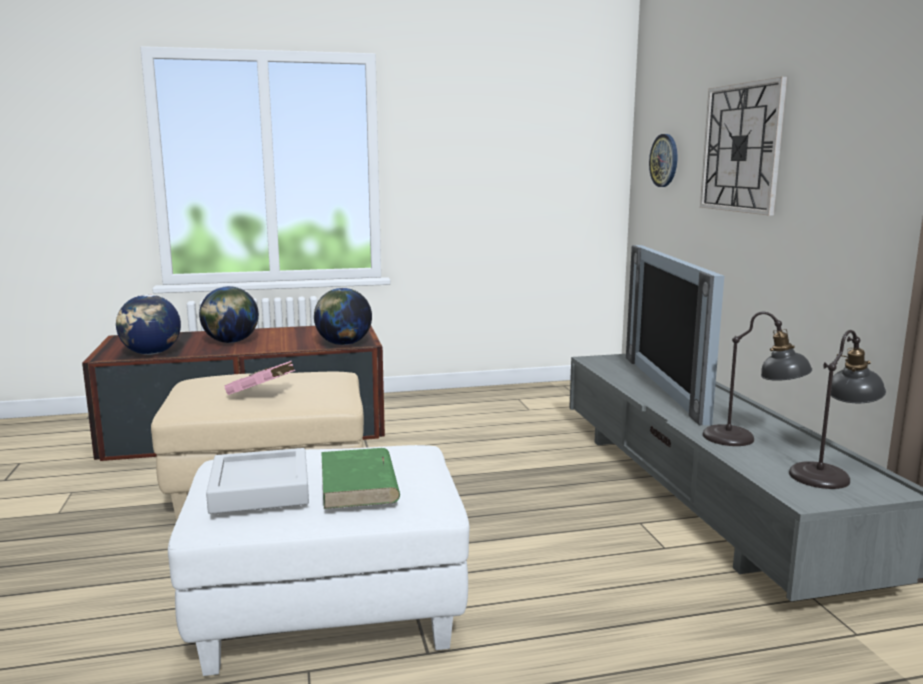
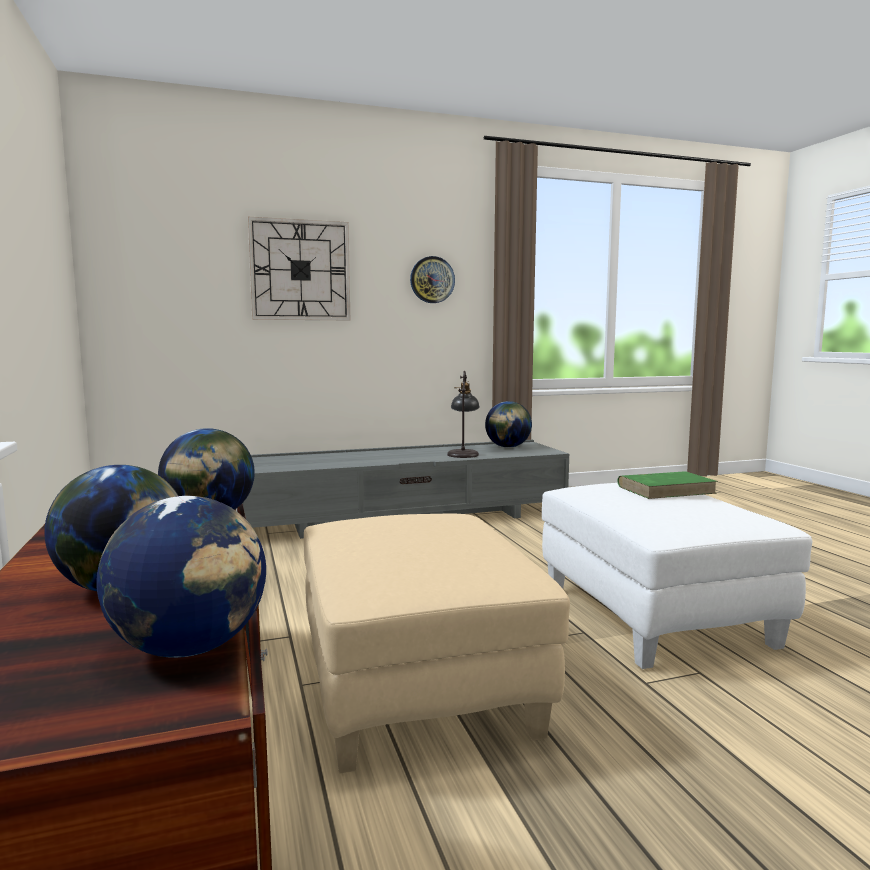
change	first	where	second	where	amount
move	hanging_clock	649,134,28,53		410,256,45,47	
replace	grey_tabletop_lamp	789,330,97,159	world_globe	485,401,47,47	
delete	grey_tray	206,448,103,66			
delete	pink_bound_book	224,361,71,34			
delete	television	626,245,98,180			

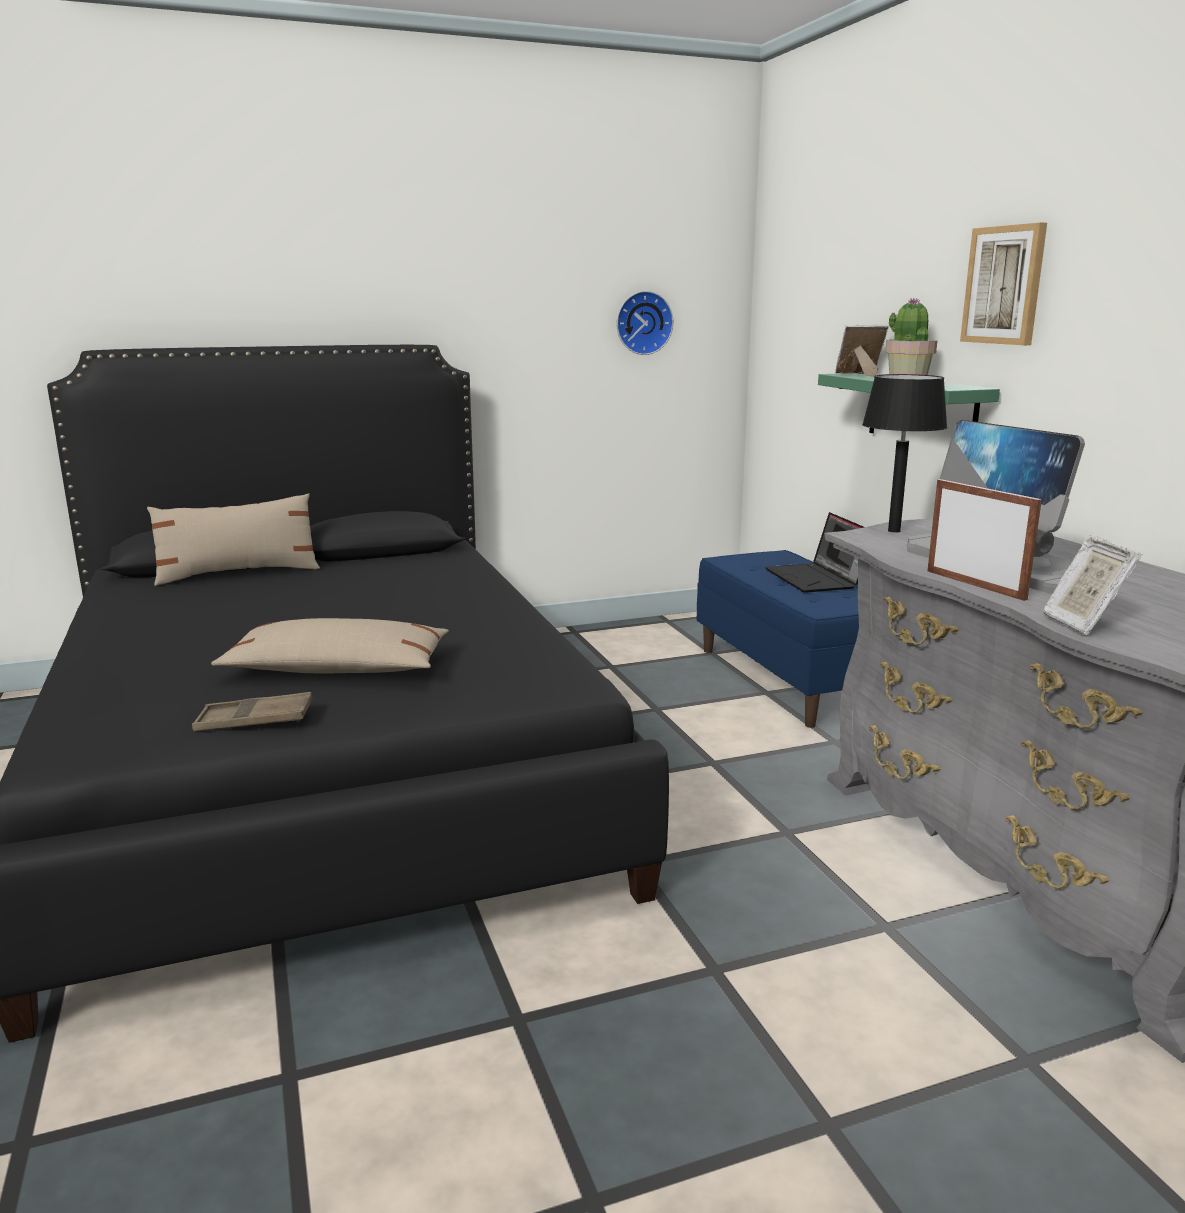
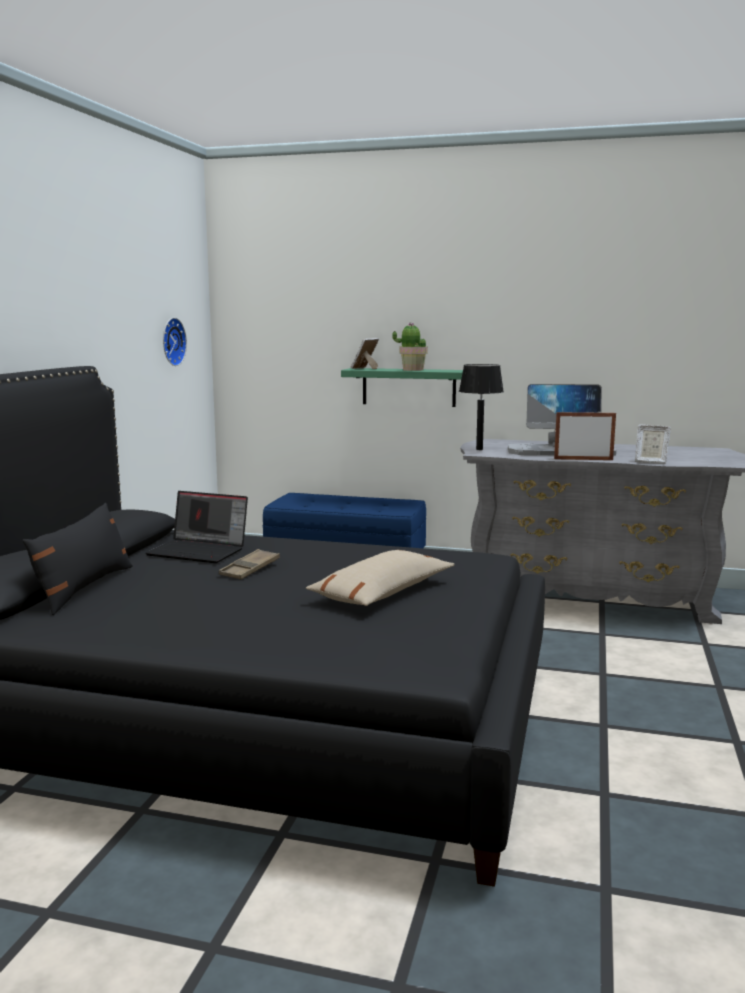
change	first	where	second	where	amount
recolor	beige-coloured_pillow	147,493,173,93	blackish_pillow	23,503,110,112	
move	portable_computer	765,512,99,81		146,491,102,72	
move	brownish_tray	192,692,120,39		219,549,61,31	
delete	wall_art	960,222,87,123			

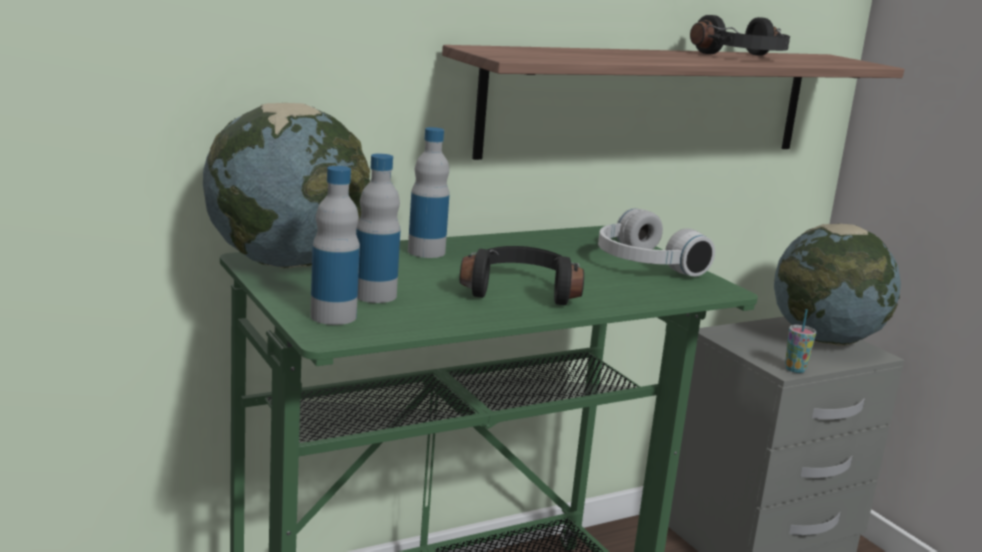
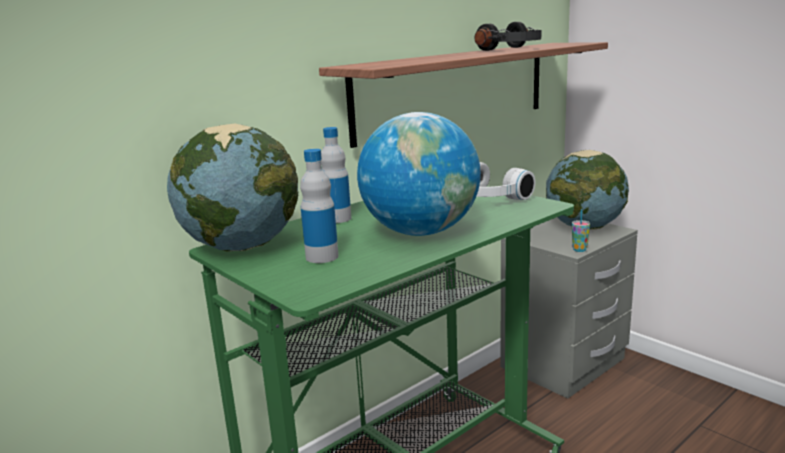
change	first	where	second	where	amount
replace	blackish_headset	460,246,124,59	world_globe	357,112,124,124	
delete	drink_bottle	310,166,50,159			

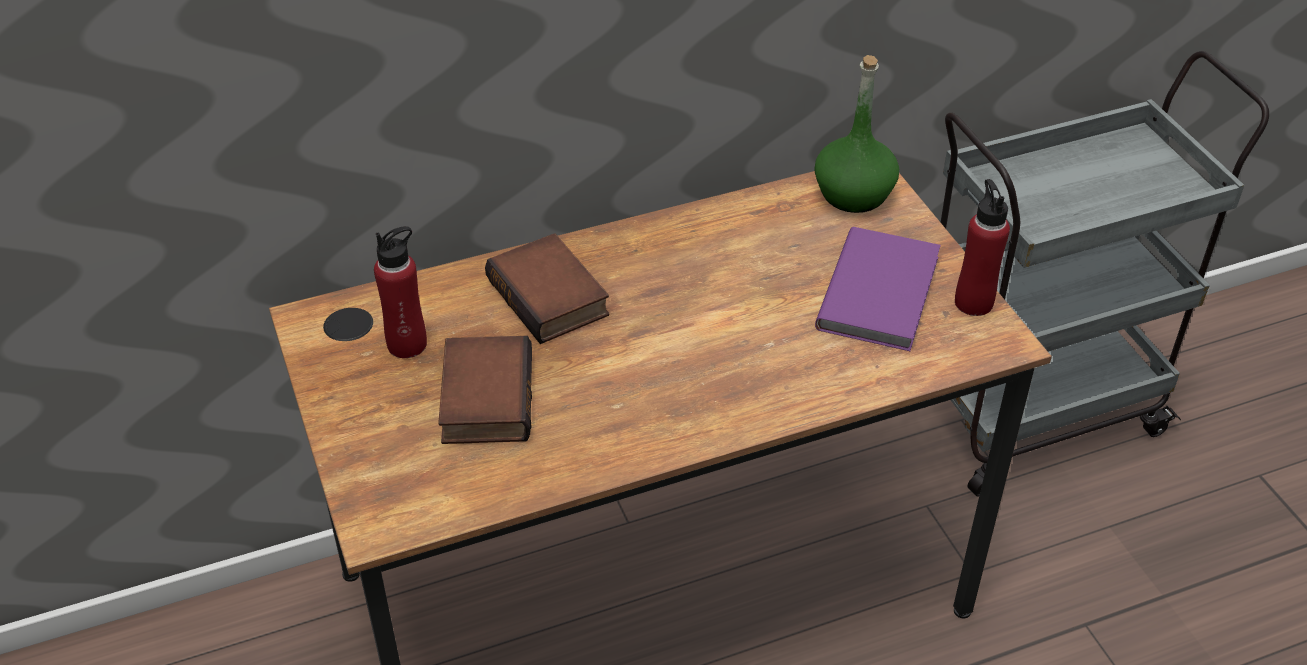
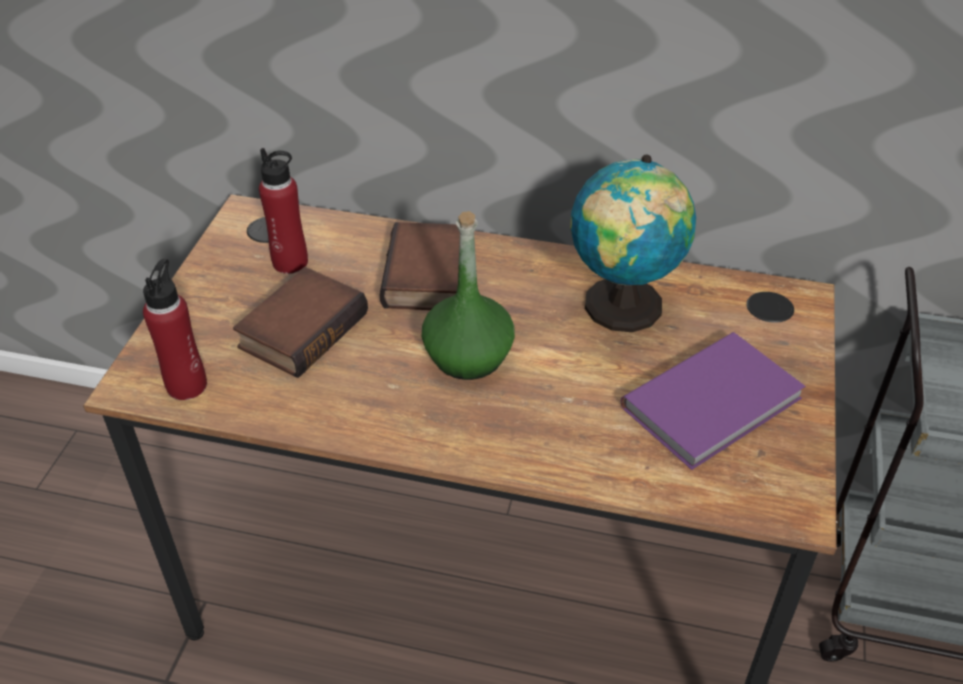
change	first	where	second	where	amount
move	red_drink_bottle	955,179,55,137		143,259,64,141	
move	green_drink_bottle	814,55,85,158		422,211,93,169	
insert			world_globe	570,154,126,178	

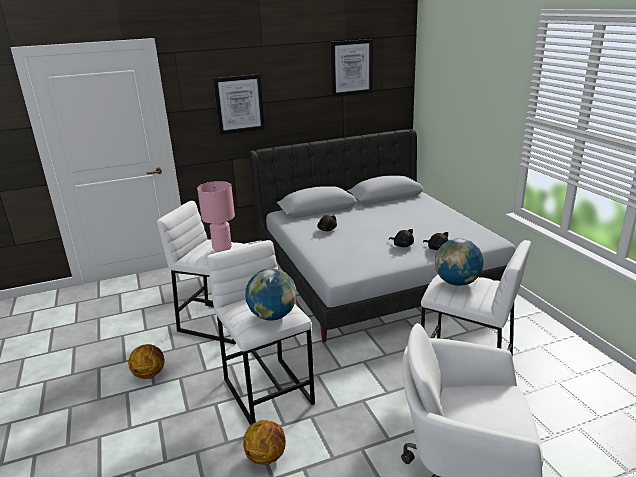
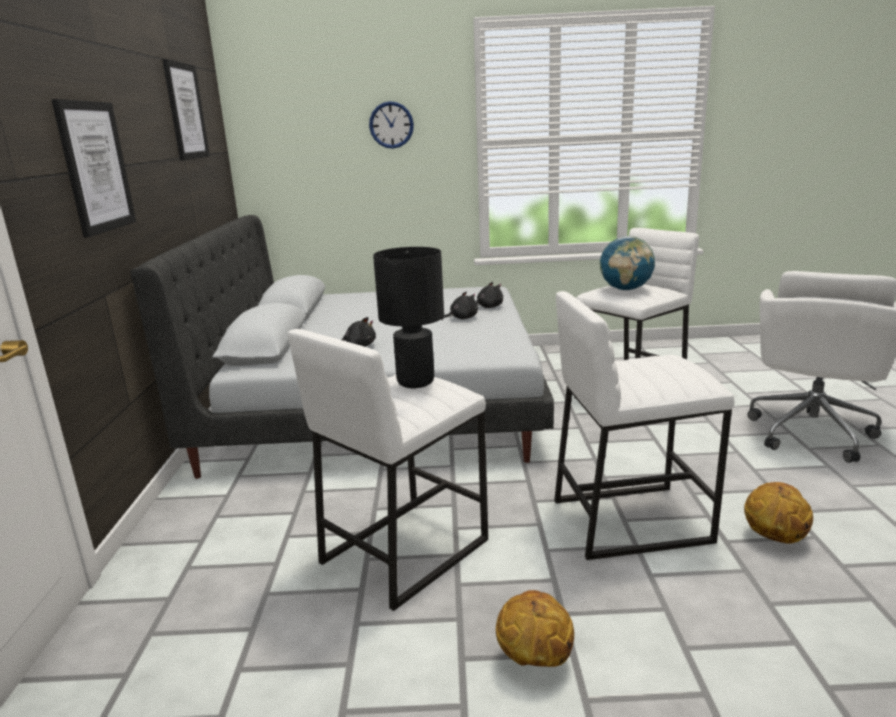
change	first	where	second	where	amount
insert			hanging_clock	369,101,45,48	
recolor	pink_tabletop_lamp	197,181,38,71	blackish_tabletop_lamp	373,247,71,141	
delete	world_globe	246,269,51,52			

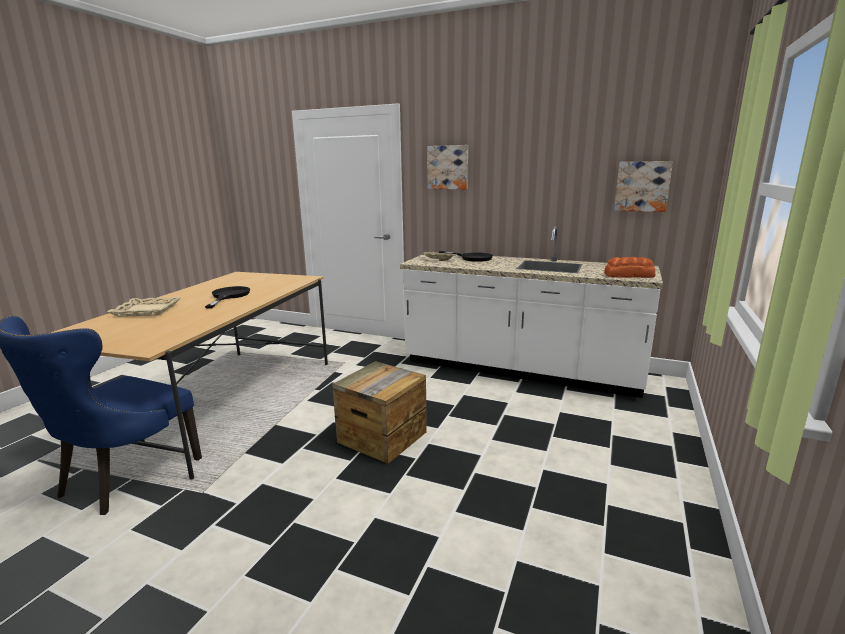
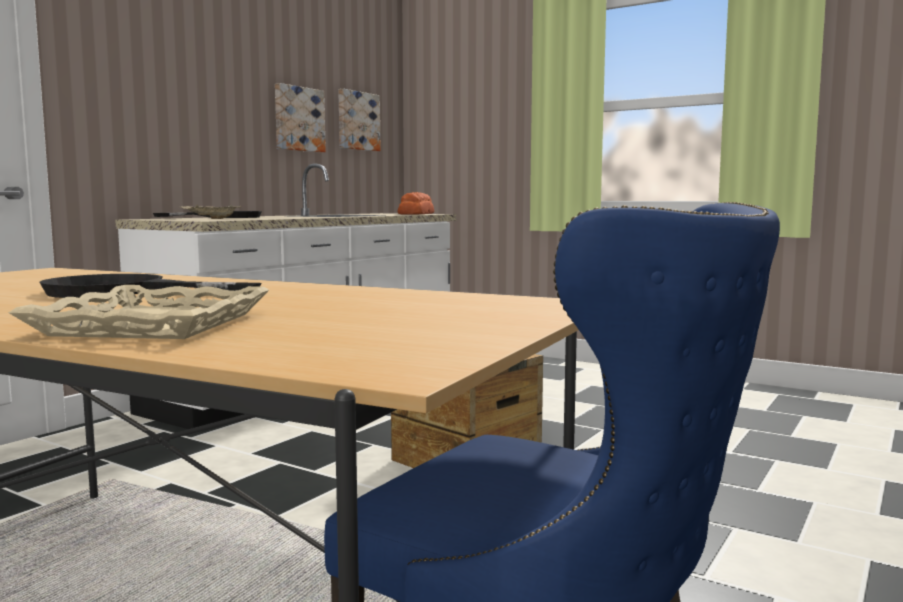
change	first	where	second	where	amount
move	wall_art	427,145,41,44		275,83,51,69	

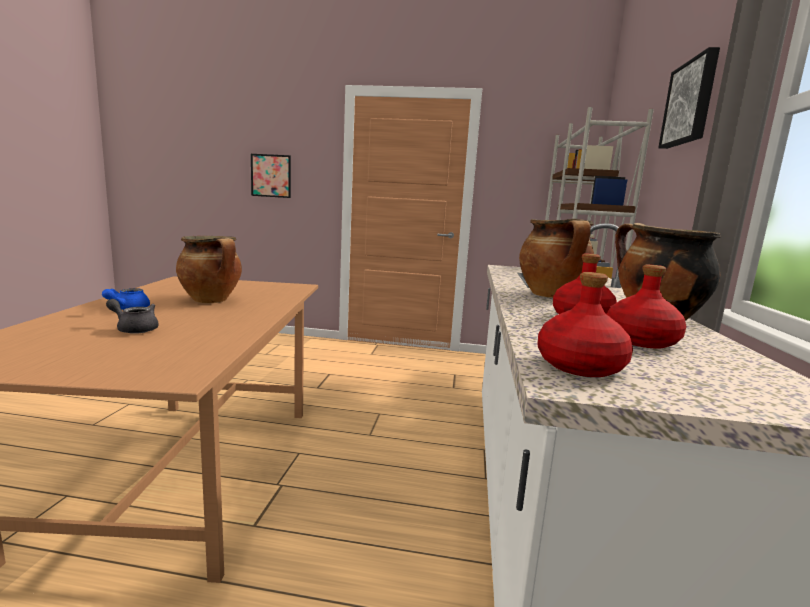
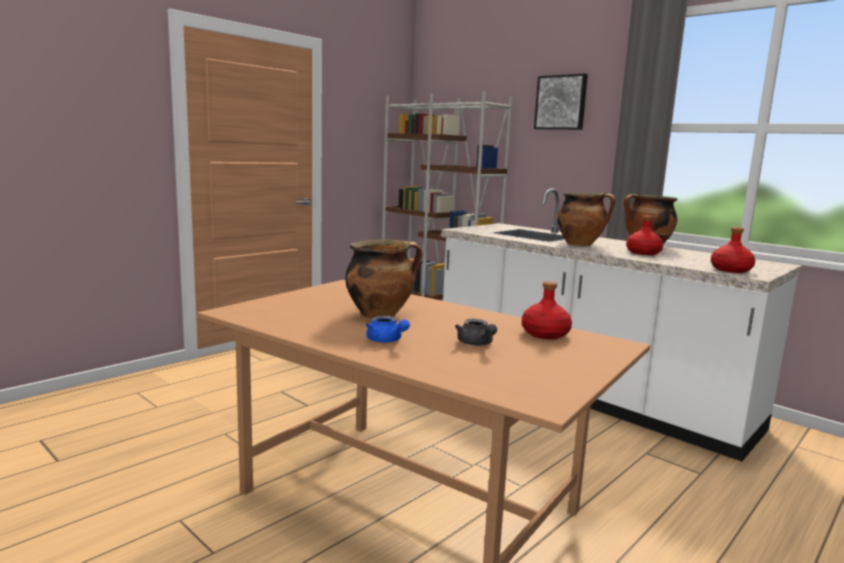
change	first	where	second	where	amount
rotate	grey_teapot	106,299,53,35		455,319,42,27	75 degrees counterclockwise
move	red_drink_bottle	607,264,79,85		522,281,50,58	
delete	wall_art	251,154,40,44			

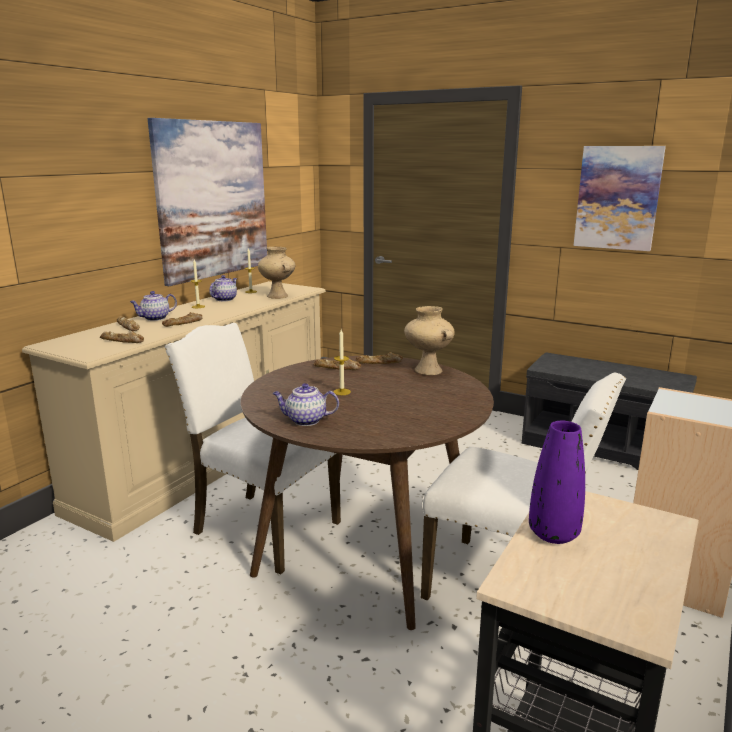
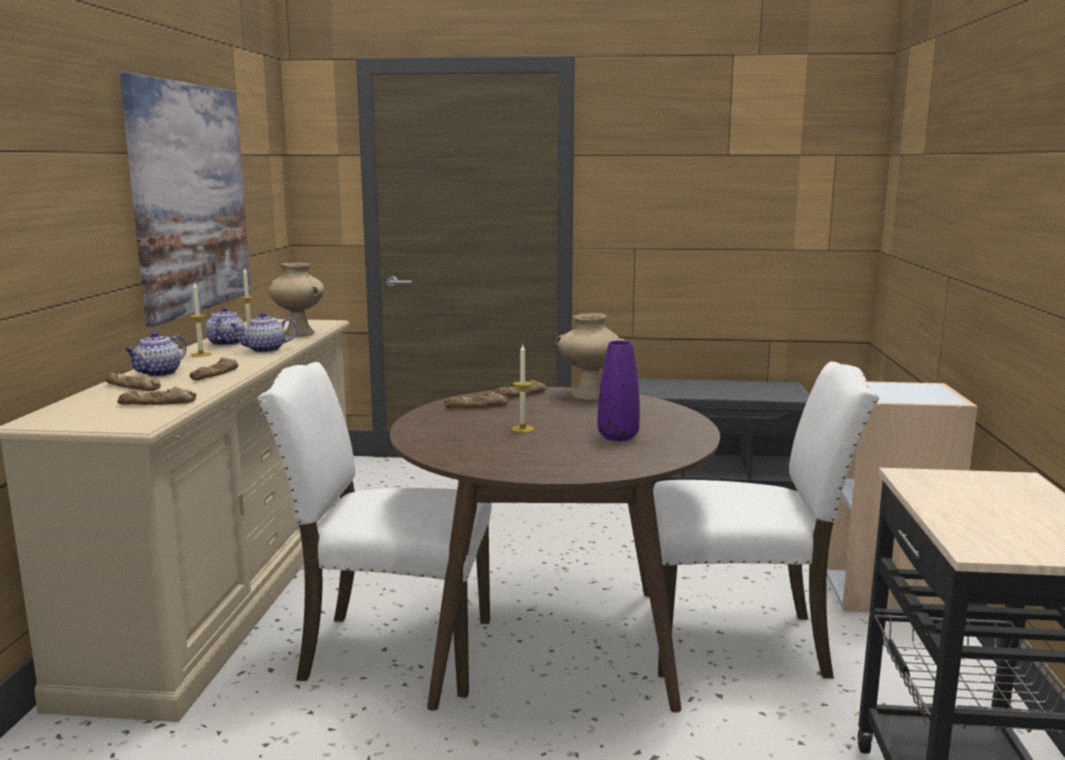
change	first	where	second	where	amount
move	teapot	272,383,67,43		230,312,67,41	
move	purple_flower_vase	529,421,56,123		598,341,42,100	
delete	wall_art	573,146,93,105			

